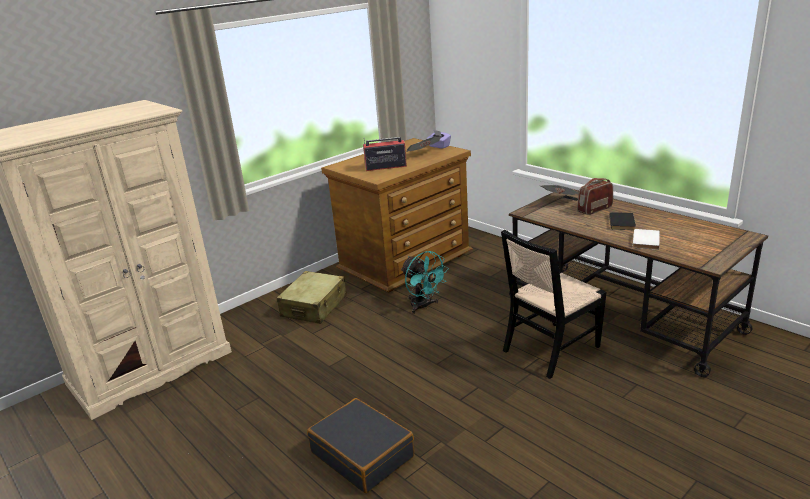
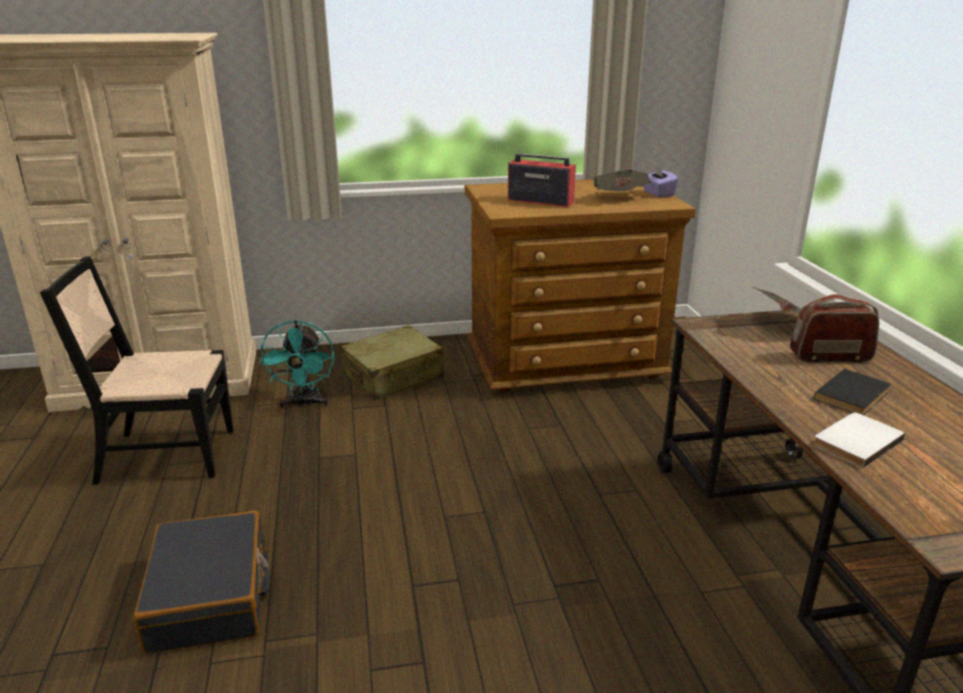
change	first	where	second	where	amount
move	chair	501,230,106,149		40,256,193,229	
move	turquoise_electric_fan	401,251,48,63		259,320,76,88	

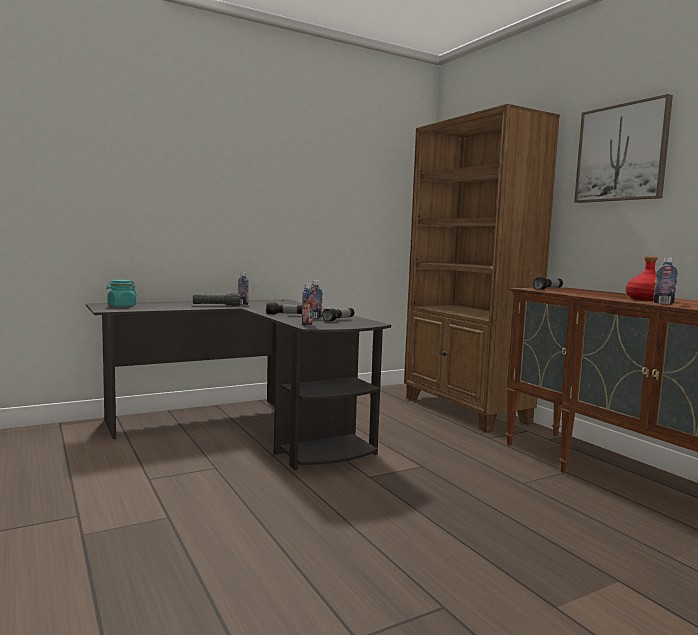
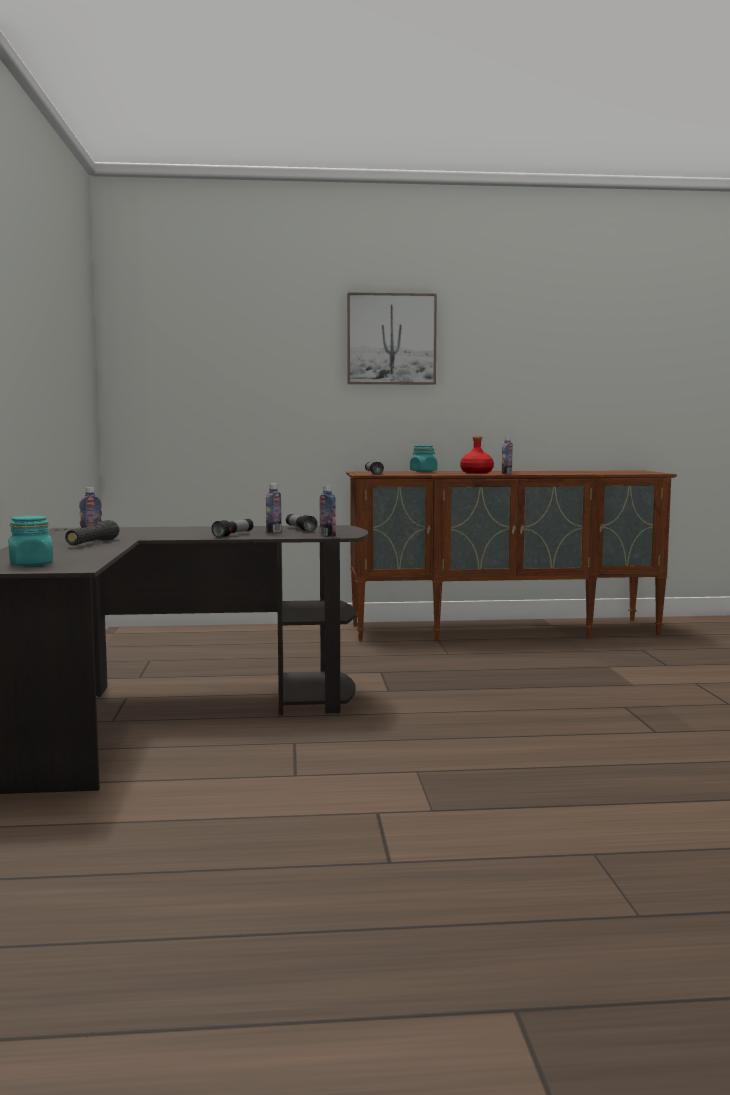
change	first	where	second	where	amount
insert			turquoise_jar	410,445,27,27	
delete	brownish_bookcase	404,104,156,328			

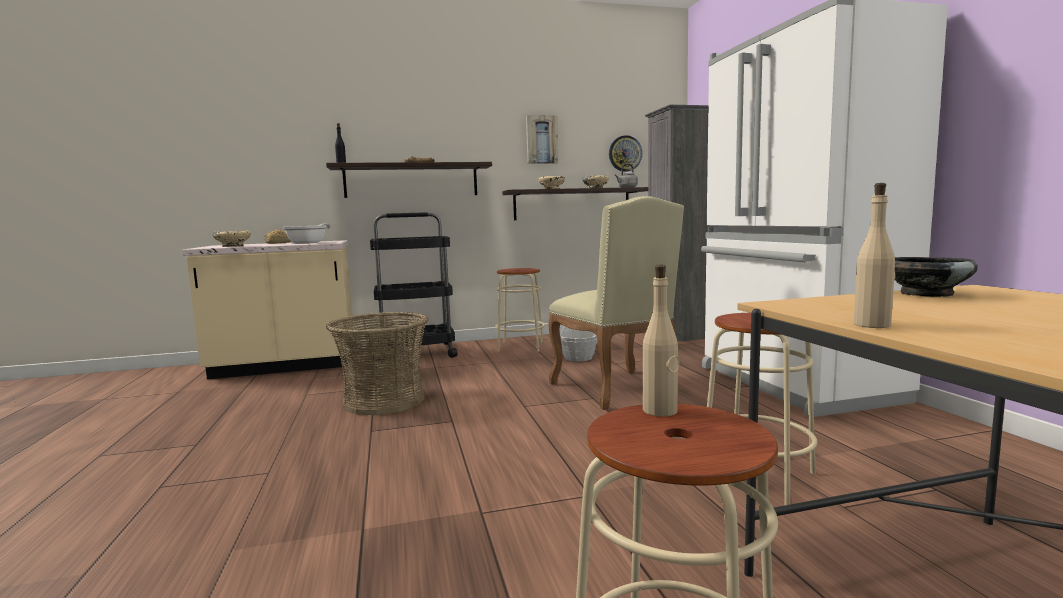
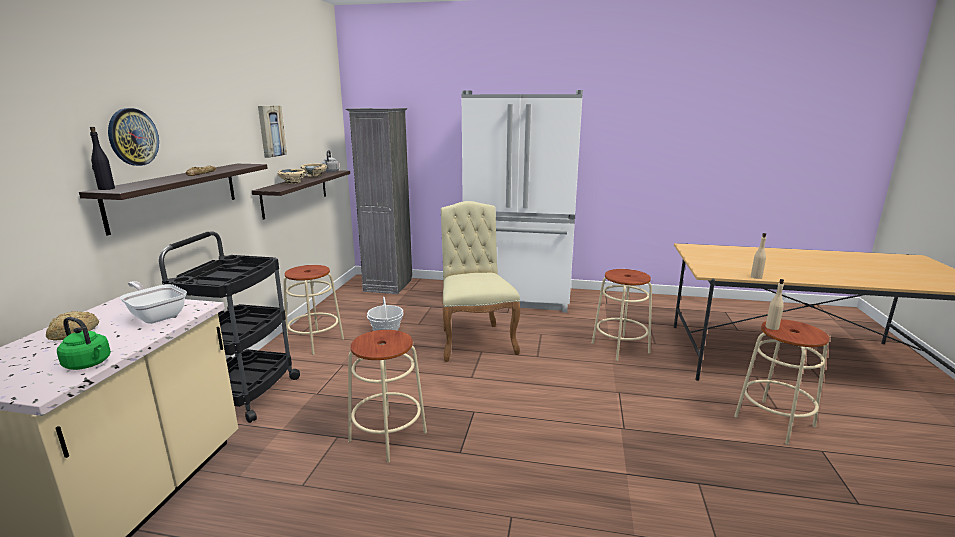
change	first	where	second	where	amount
replace	beige-coloured_bowl	212,231,39,16	green_kettle	57,317,54,53	
move	hanging_clock	609,135,33,37		108,108,51,58	
replace	basket	326,312,103,103	beige-coloured_sitting_stool	348,330,79,133	
rotate	beige-coloured_chair	549,196,135,214		441,201,79,161	105 degrees counterclockwise
delete	blackish_bowl	895,257,83,40			

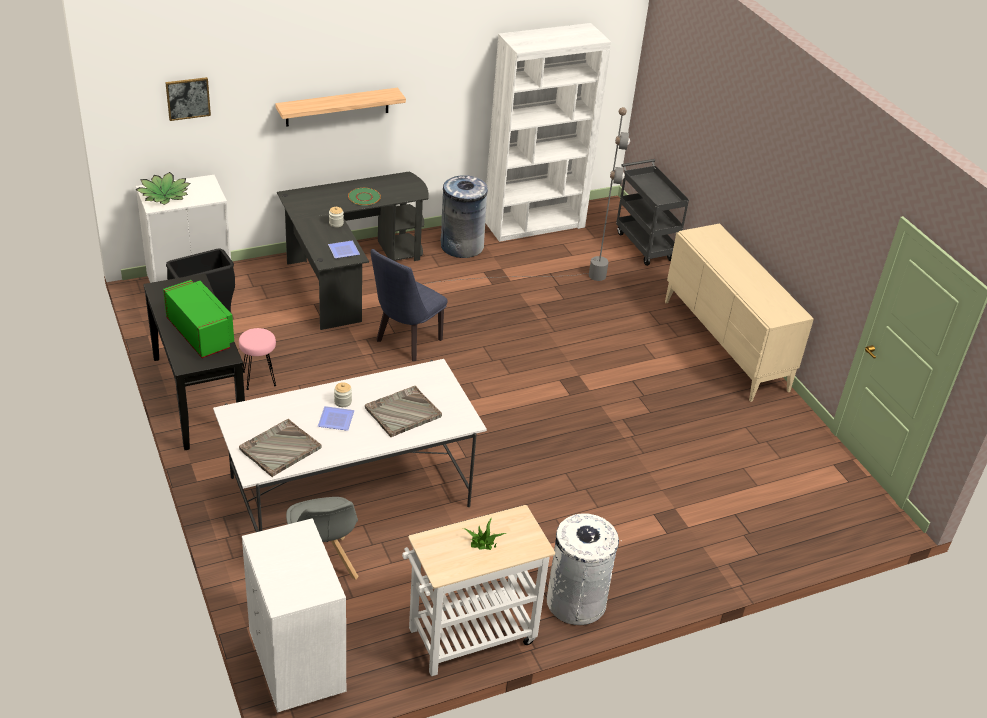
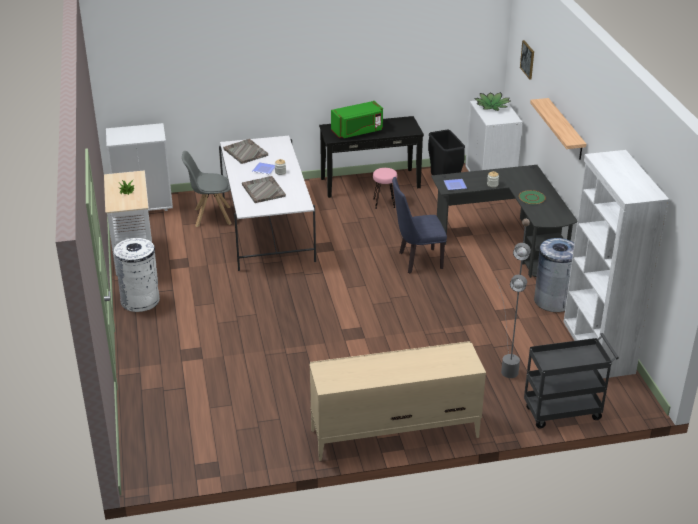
change	first	where	second	where	amount
rotate	bluish_chair	371,249,76,112		392,177,55,97	60 degrees counterclockwise

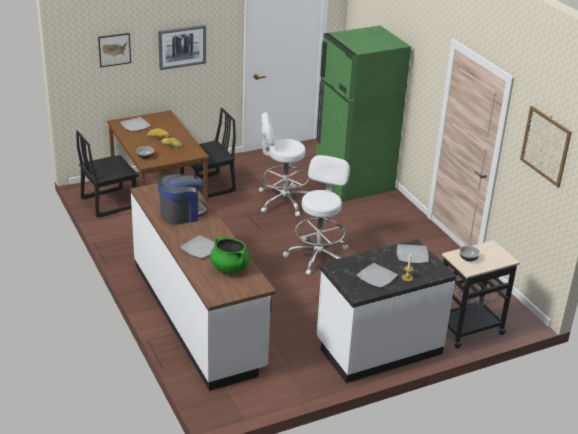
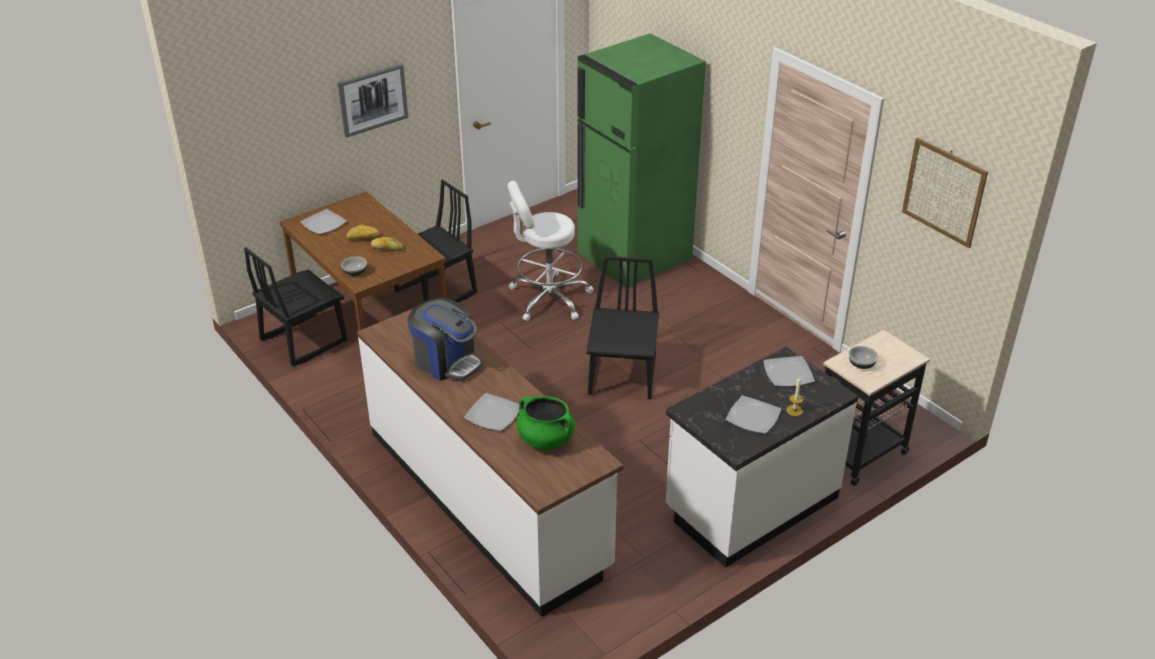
change	first	where	second	where	amount
rotate	coffee_brewer	158,174,50,51		407,298,76,83	75 degrees clockwise
replace	white_sitting_stool	283,155,67,120	blackish_chair	587,256,72,143	
delete	wall_art	98,33,33,34			

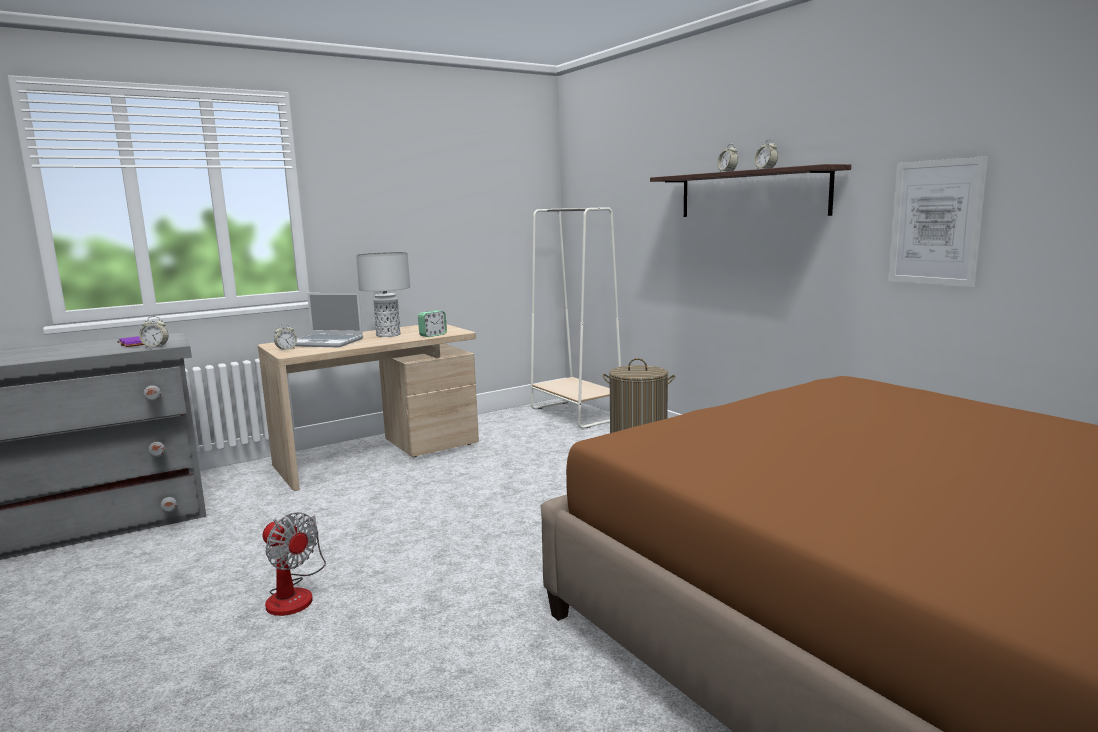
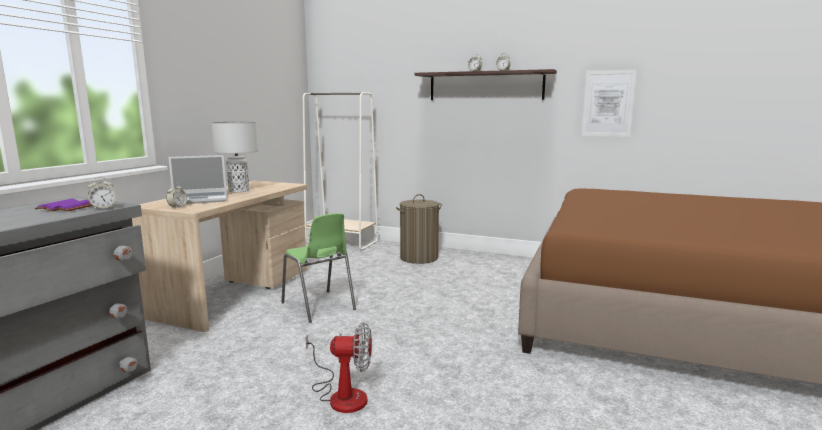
change	first	where	second	where	amount
insert			green_chair	281,213,75,110	
delete	bedside_clock	418,311,29,26			

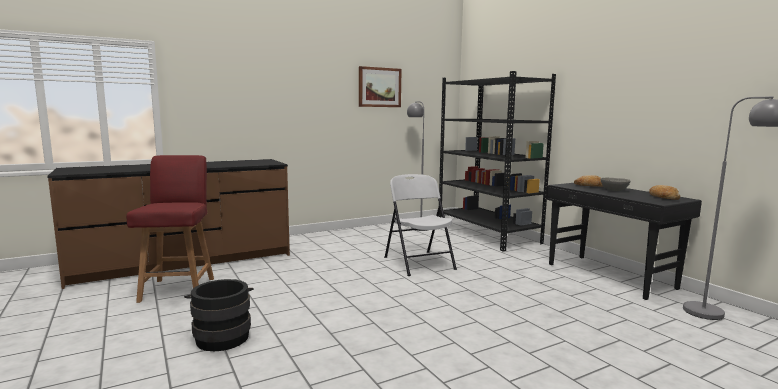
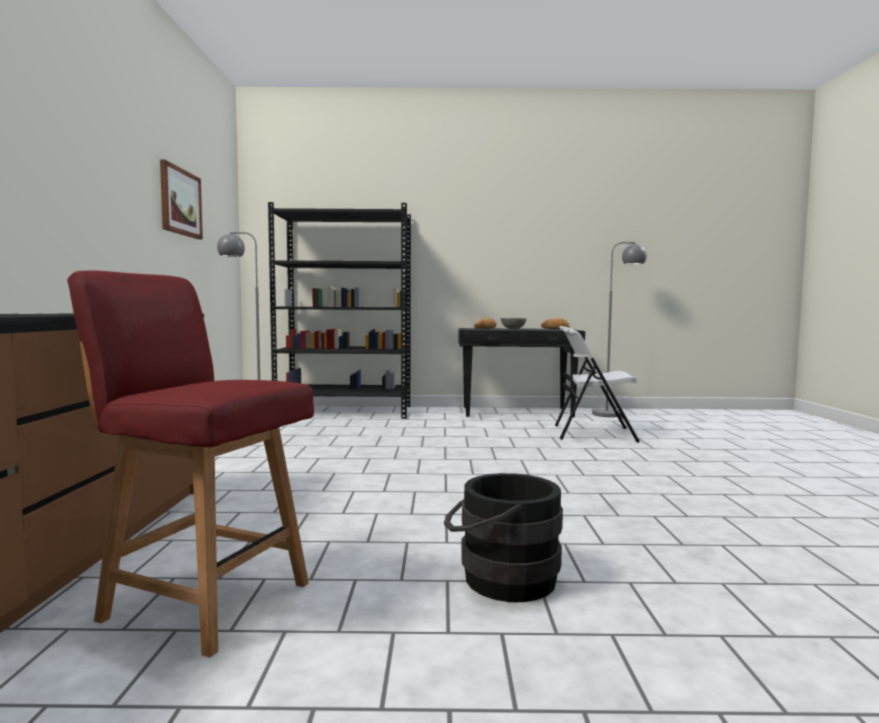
change	first	where	second	where	amount
move	white_chair	384,174,73,102		555,326,85,117	

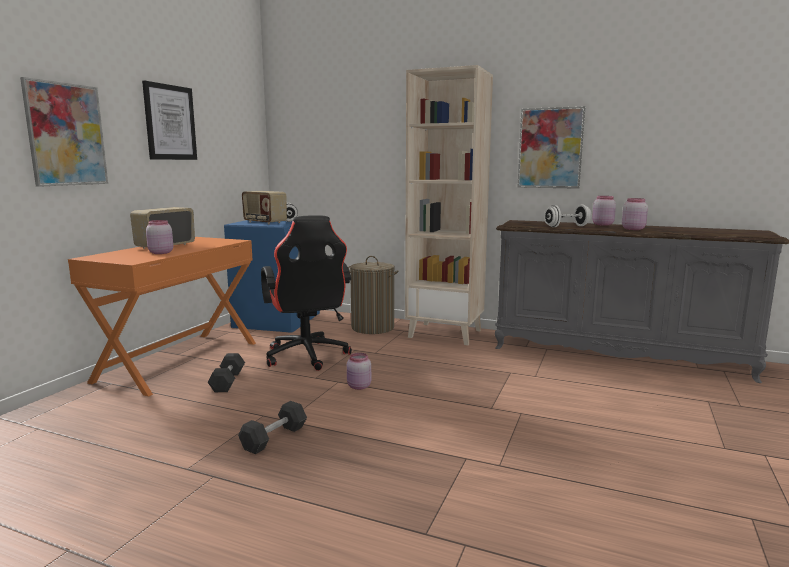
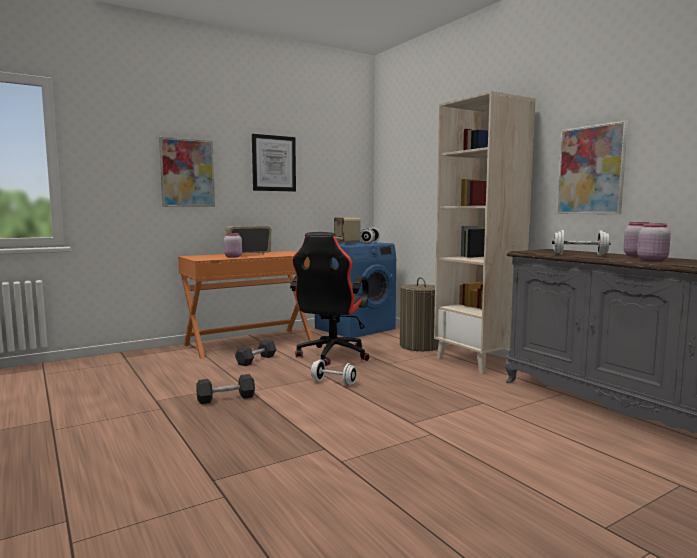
change	first	where	second	where	amount
replace	pink_jar	347,353,24,37	white_hand_weight	311,360,46,26	

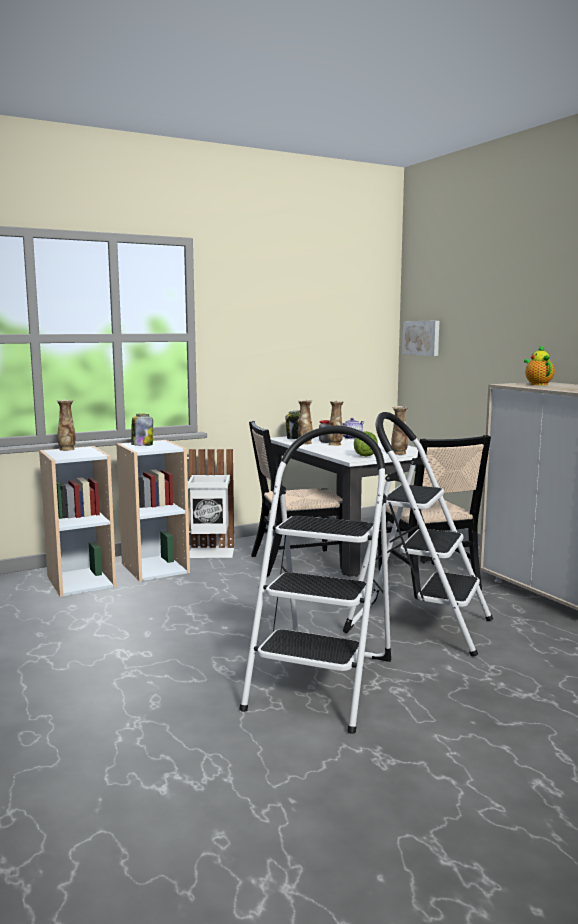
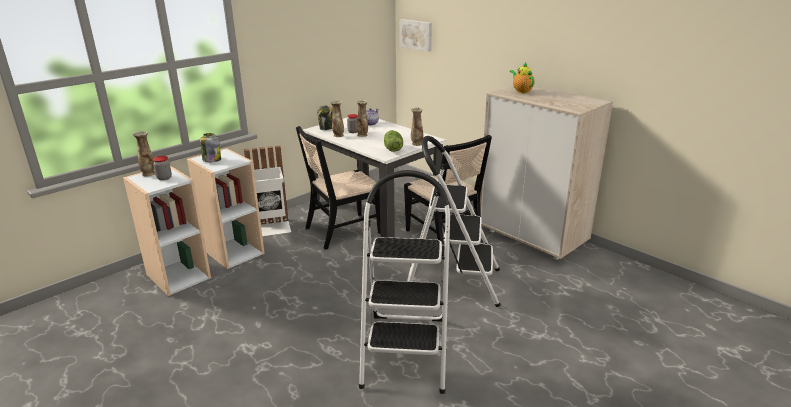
change	first	where	second	where	amount
insert			jar	153,156,19,24	

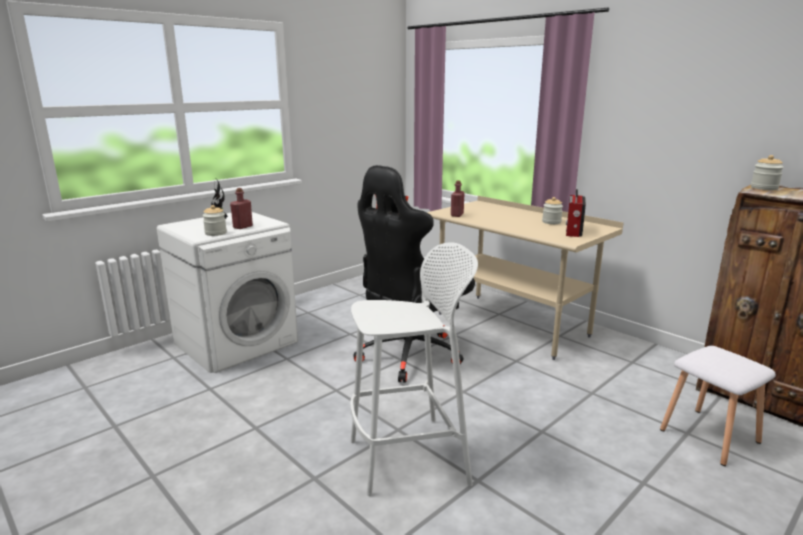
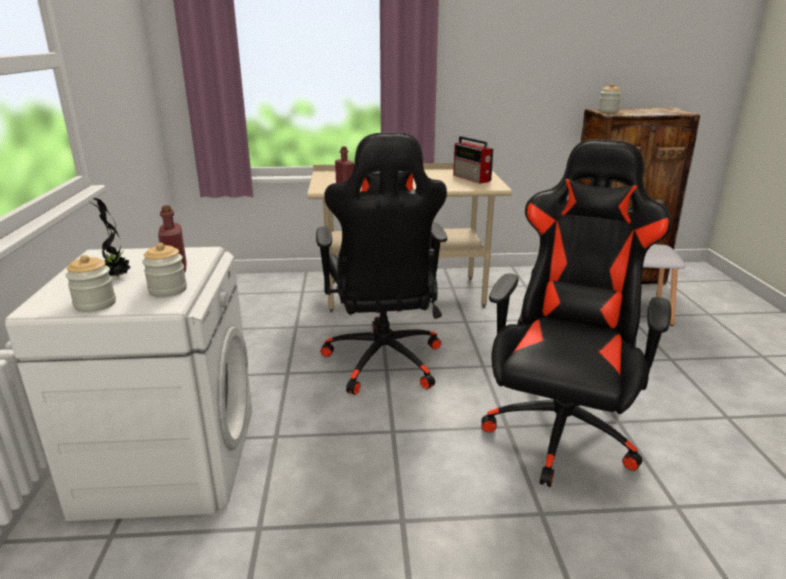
change	first	where	second	where	amount
move	jar	542,197,21,27		65,255,51,58	
replace	white_sitting_stool	350,242,128,254	blackish_desk_chair	481,139,191,348	

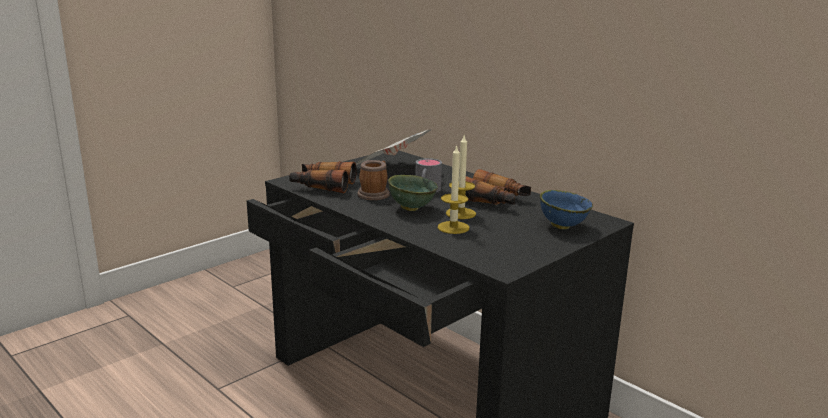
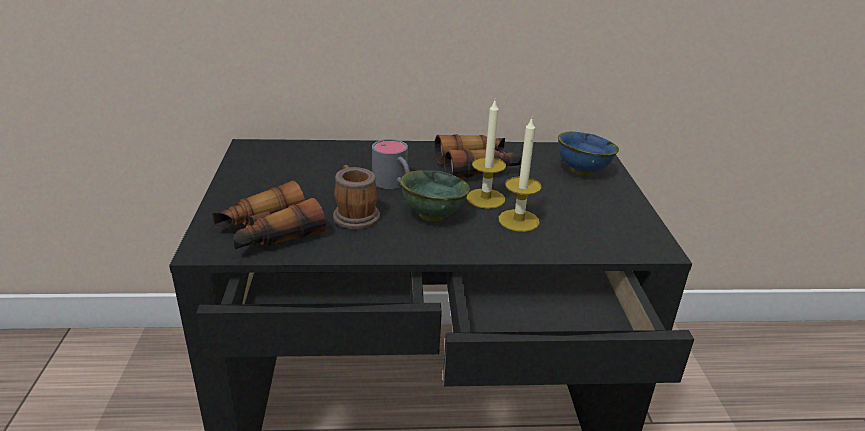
change	first	where	second	where	amount
delete	daily_paper	356,129,75,36			

